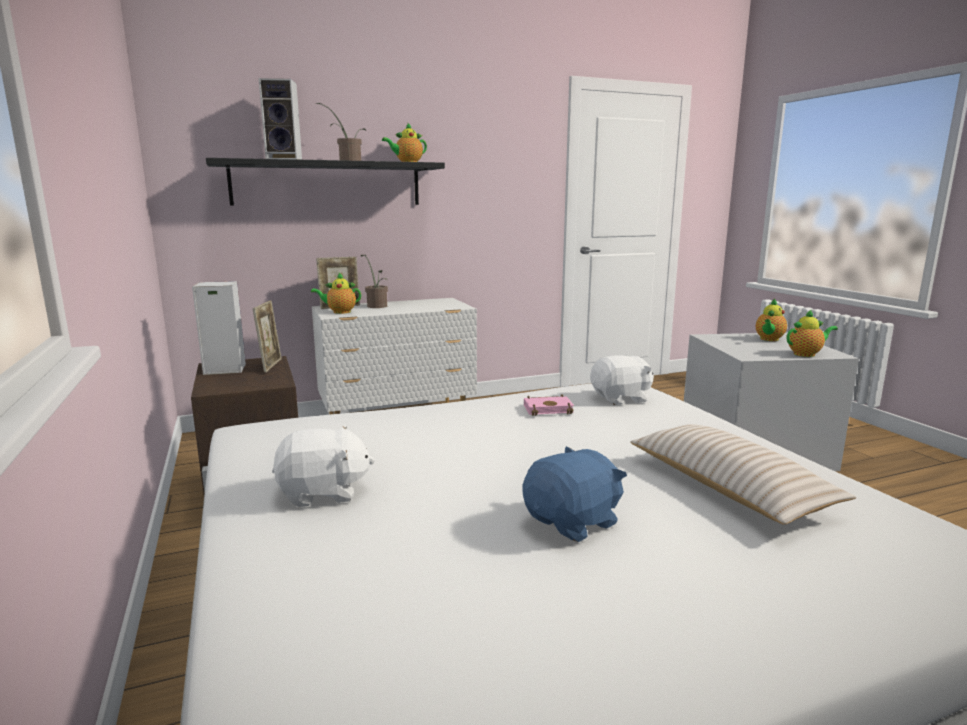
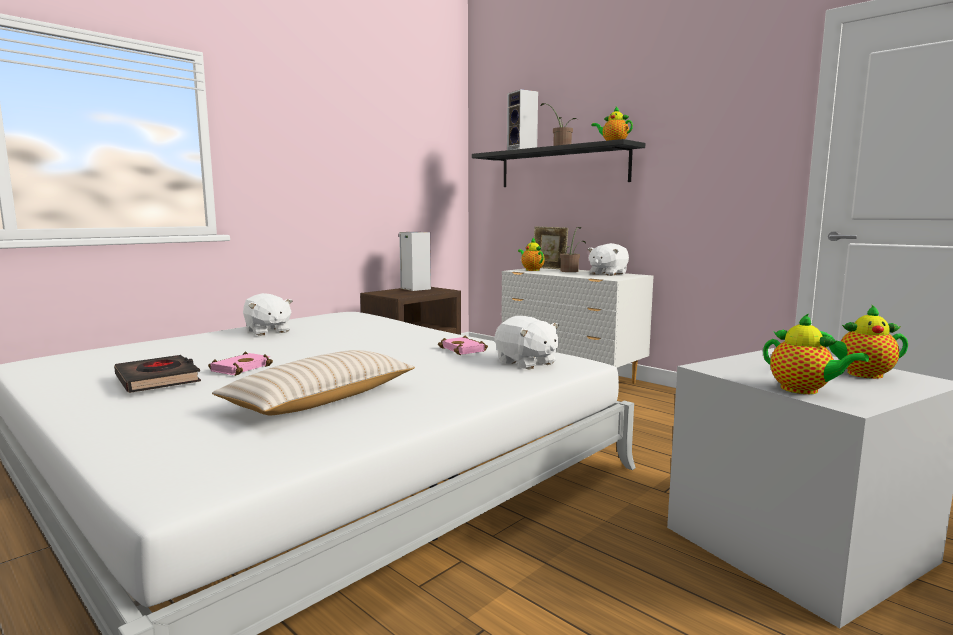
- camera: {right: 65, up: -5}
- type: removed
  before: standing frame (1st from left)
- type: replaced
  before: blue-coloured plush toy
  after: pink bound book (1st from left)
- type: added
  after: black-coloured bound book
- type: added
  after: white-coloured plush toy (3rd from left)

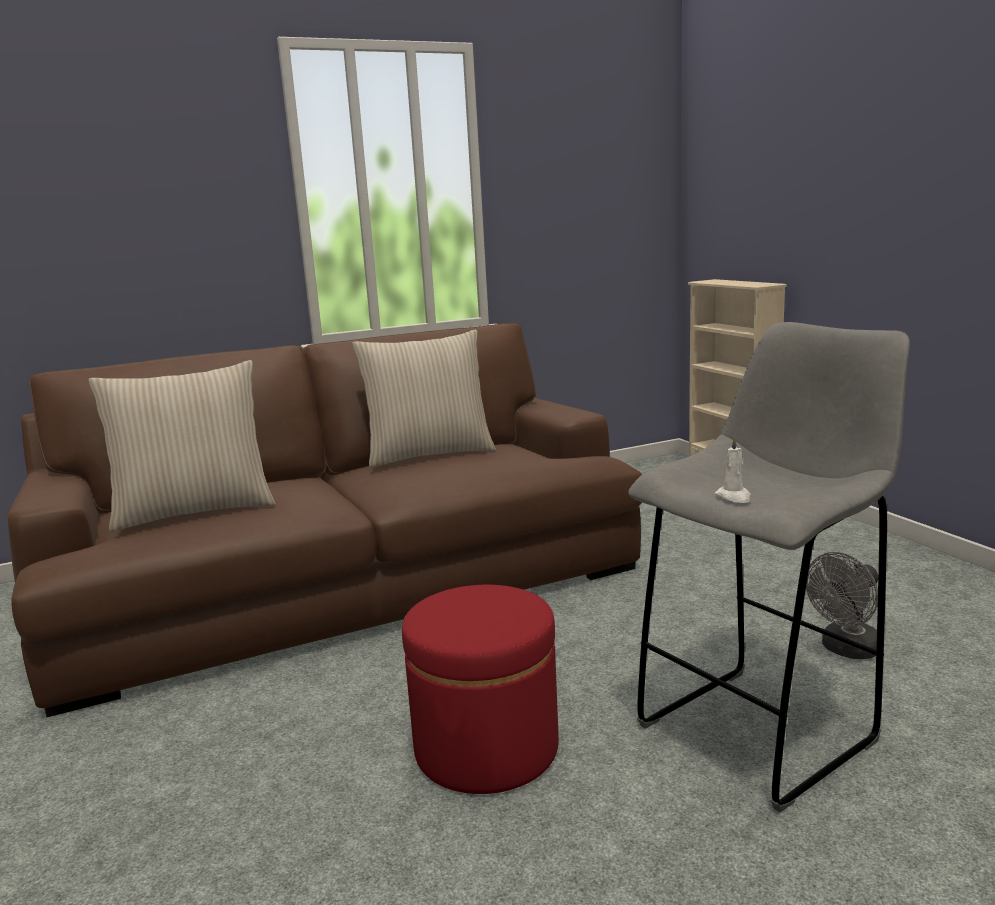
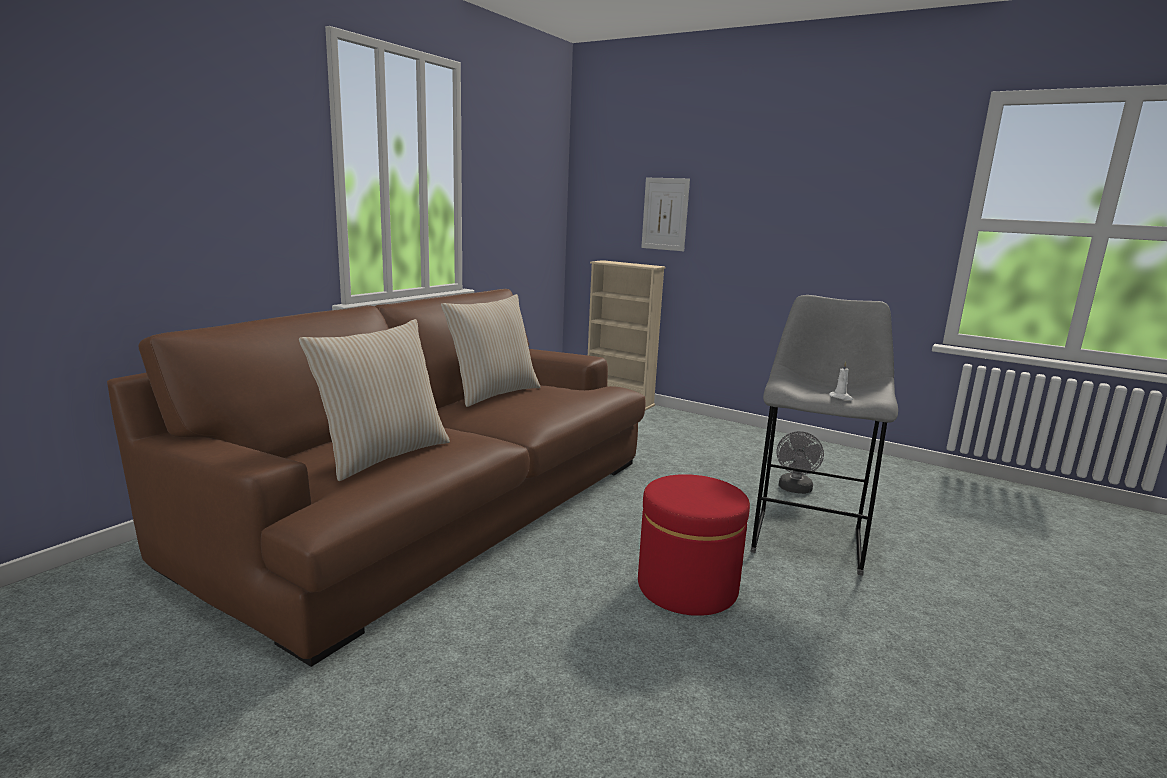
- camera: {right: -35, up: 0}
- type: added
  after: wall art

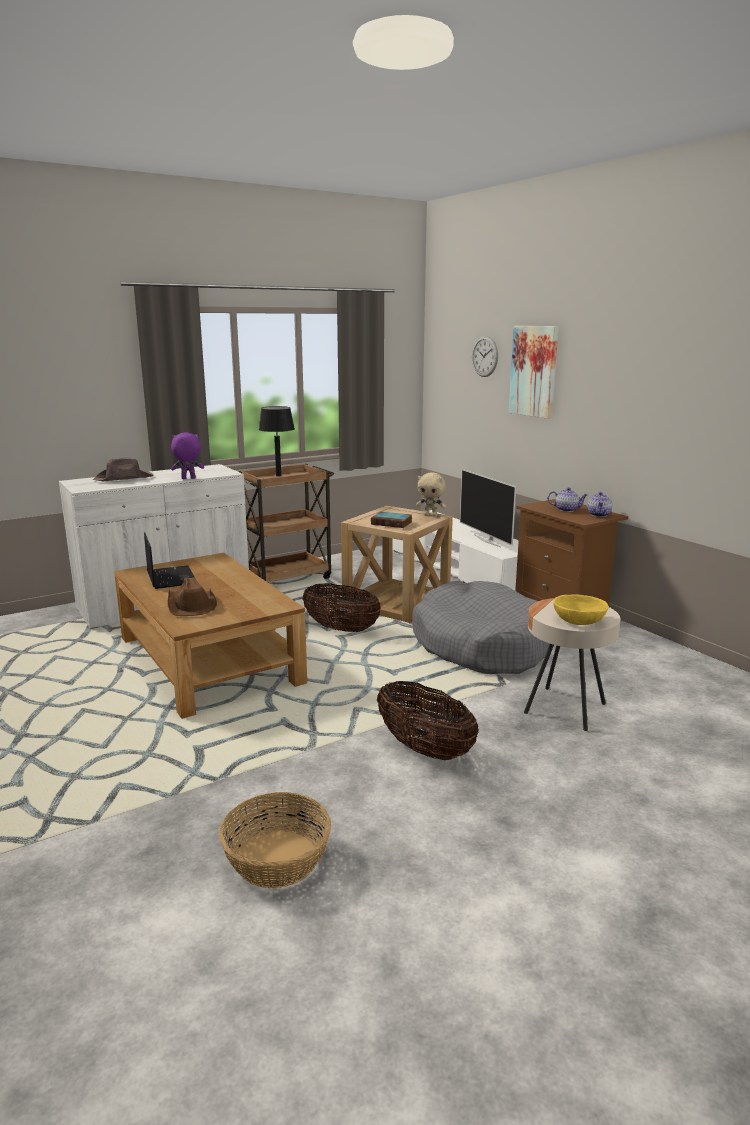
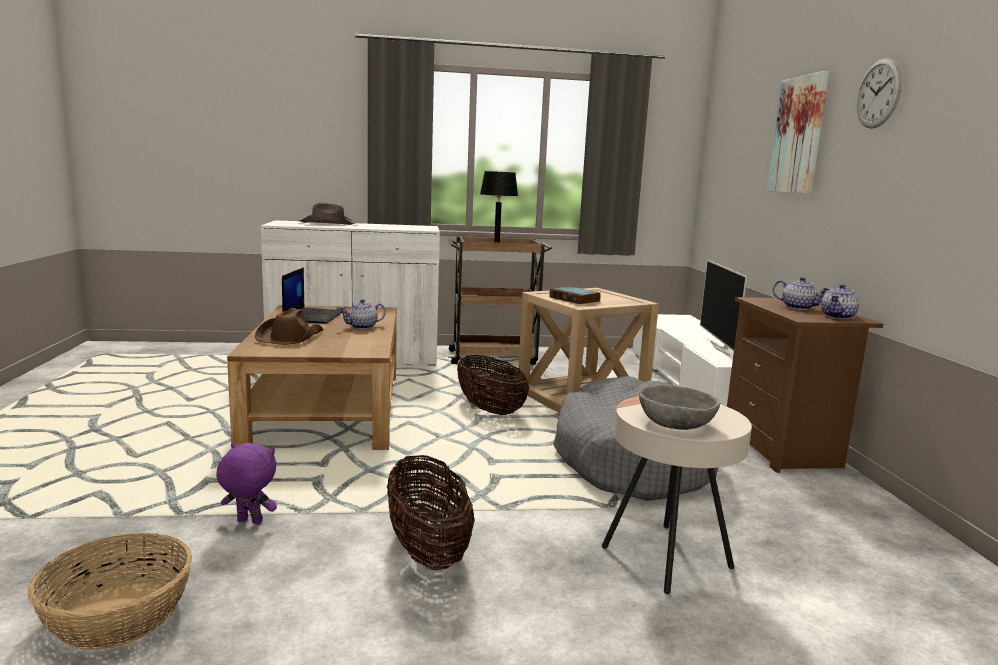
- camera: {right: 25, up: -5}
- type: moved
  before: purplish plush toy
- type: removed
  before: beige-coloured plush toy
- type: moved
  before: hanging clock
- type: recoloured
  before: yellow serving bowl
  after: gray serving bowl
- type: added
  after: tea pot (1st from left)

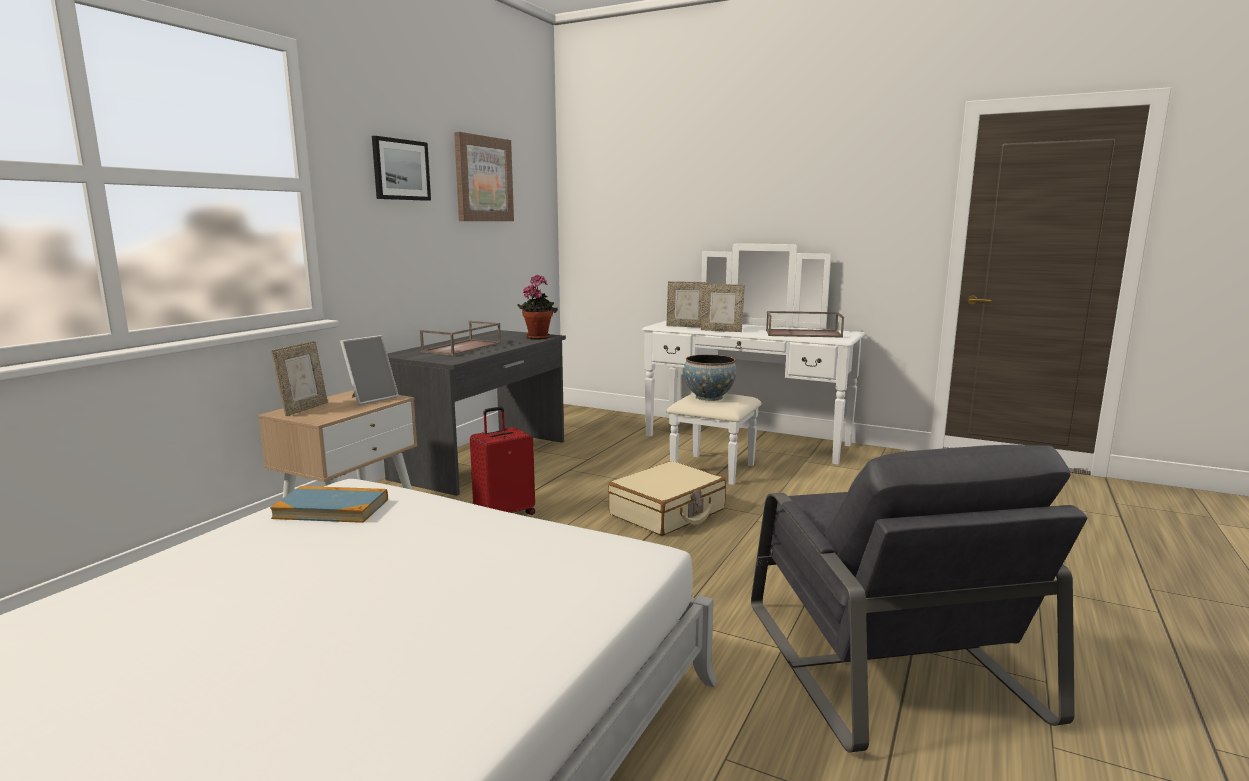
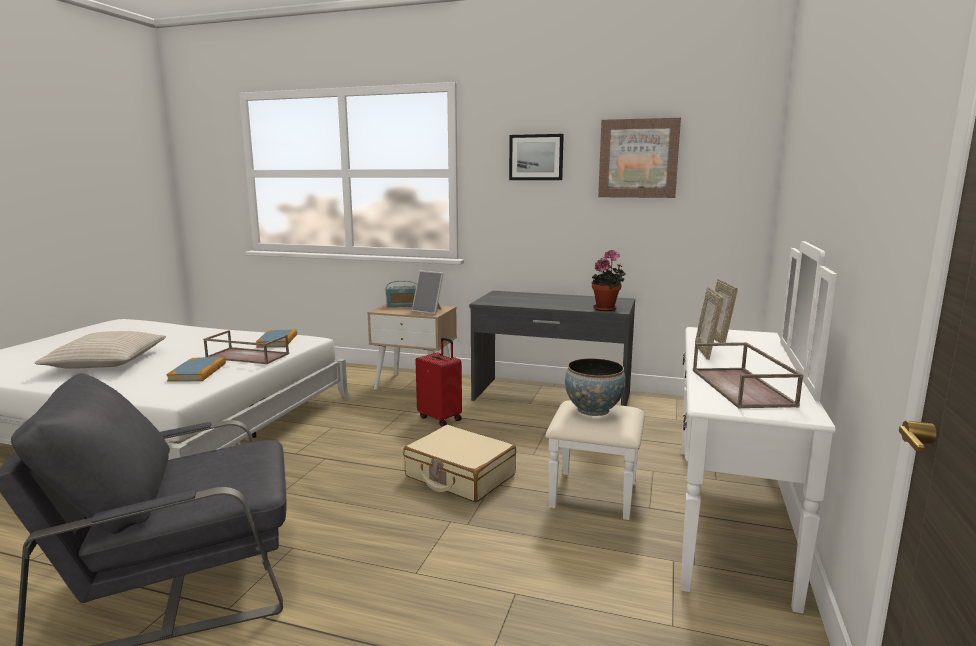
- camera: {right: 80, up: 0}
- type: replaced
  before: standing frame (1st from left)
  after: radio
- type: moved
  before: brown-coloured serving tray (1st from left)
- type: added
  after: beige-coloured throw pillow
- type: added
  after: bound book (1st from left)

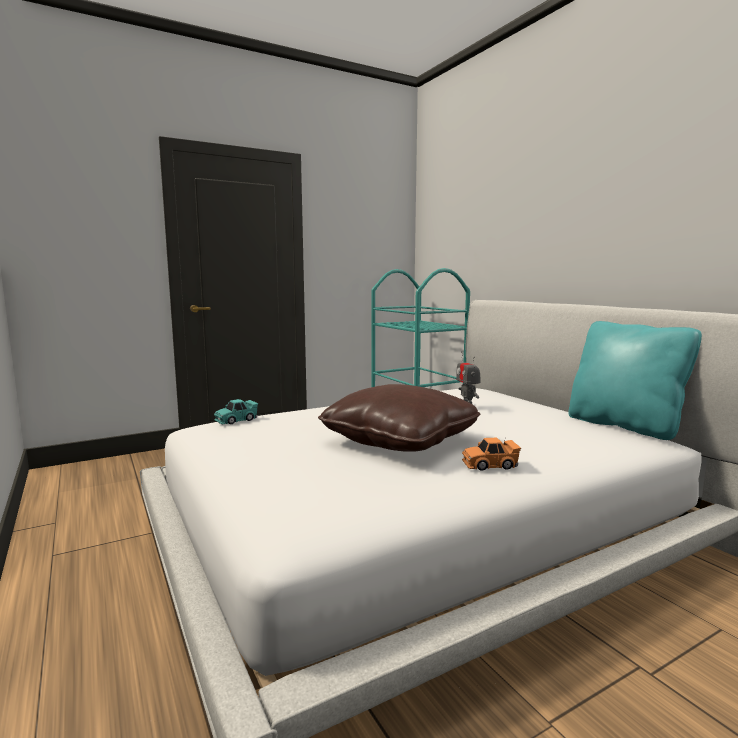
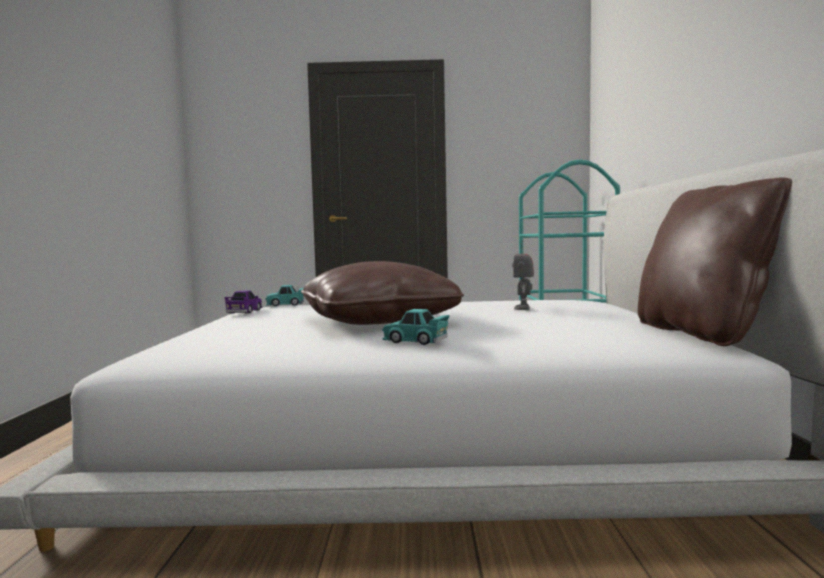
- camera: {right: 30, up: -5}
- type: recoloured
  before: orange-coloured model car
  after: turquoise-coloured model car (2nd from left)
- type: recoloured
  before: turquoise-coloured throw pillow
  after: brown-coloured throw pillow (2nd from left)
- type: added
  after: purplish model car

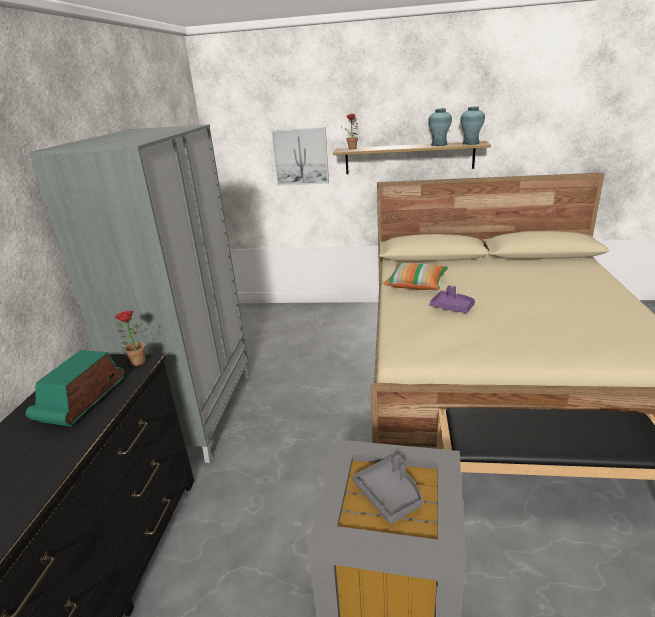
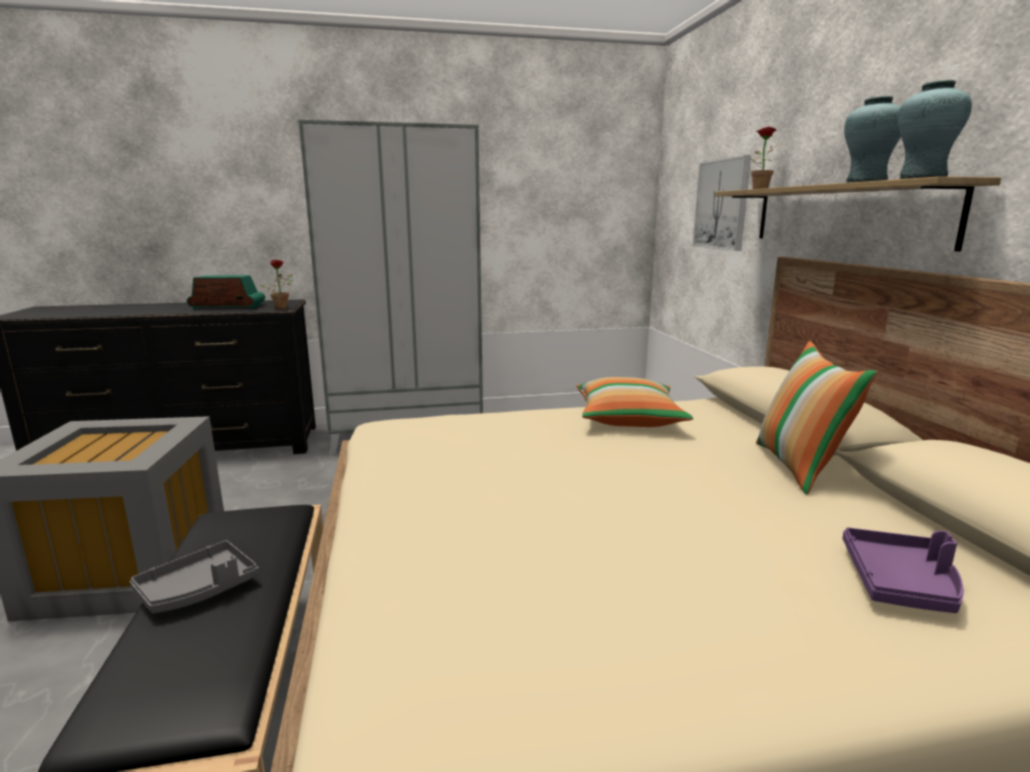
- camera: {right: 70, up: -10}
- type: moved
  before: gray serving tray
- type: moved
  before: purplish serving tray
- type: added
  after: throw pillow (2nd from left)

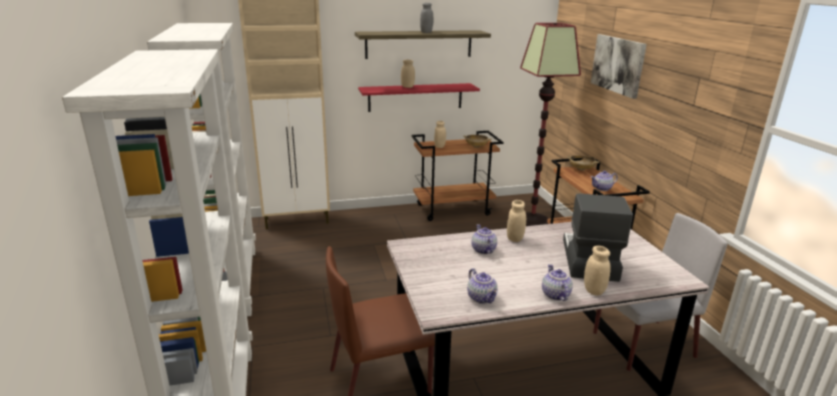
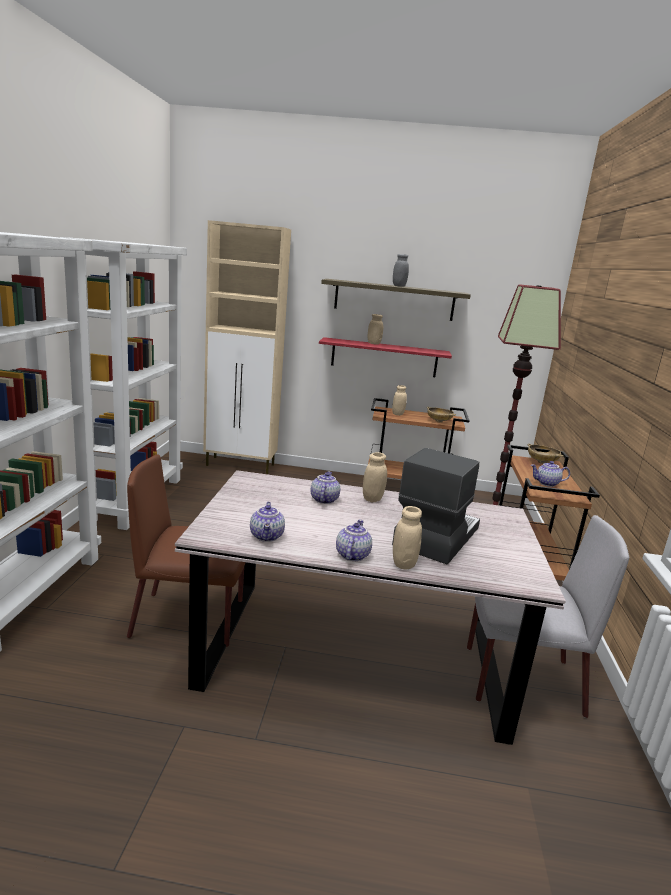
- camera: {right: 20, up: -5}
- type: removed
  before: wall art

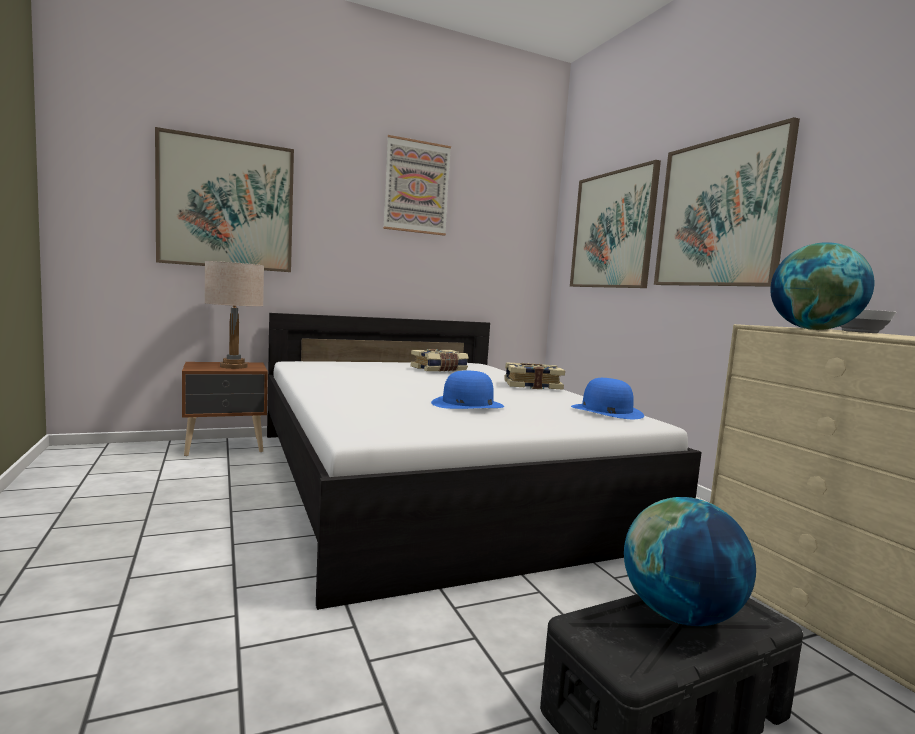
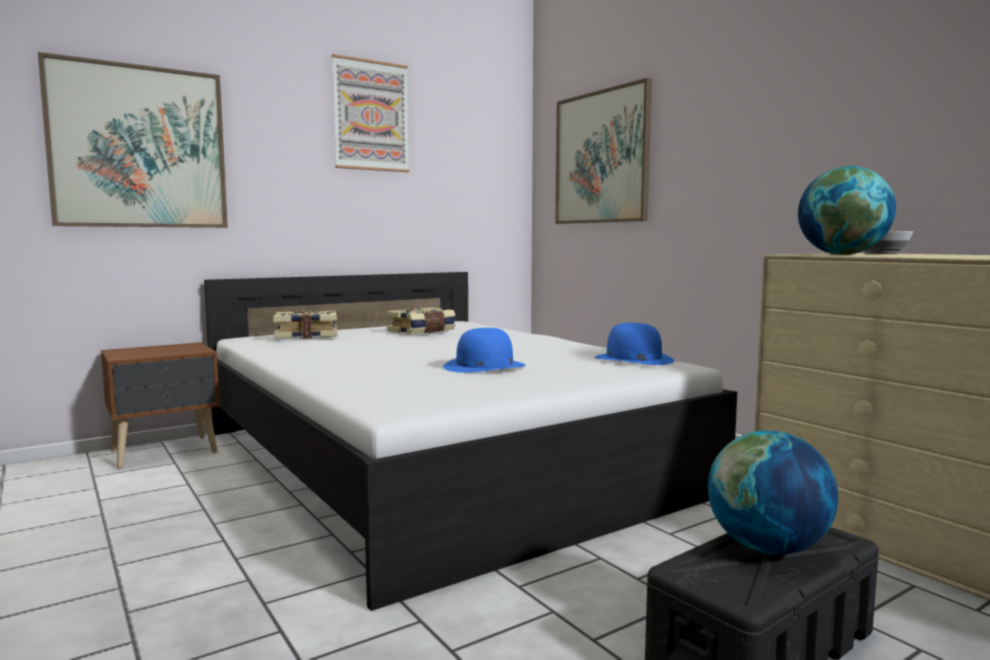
- camera: {right: -10, up: 0}
- type: removed
  before: beige-coloured table lamp
- type: moved
  before: bound book (2nd from left in the first image)
  after: bound book (1st from left)
- type: removed
  before: wall art (4th from left)

